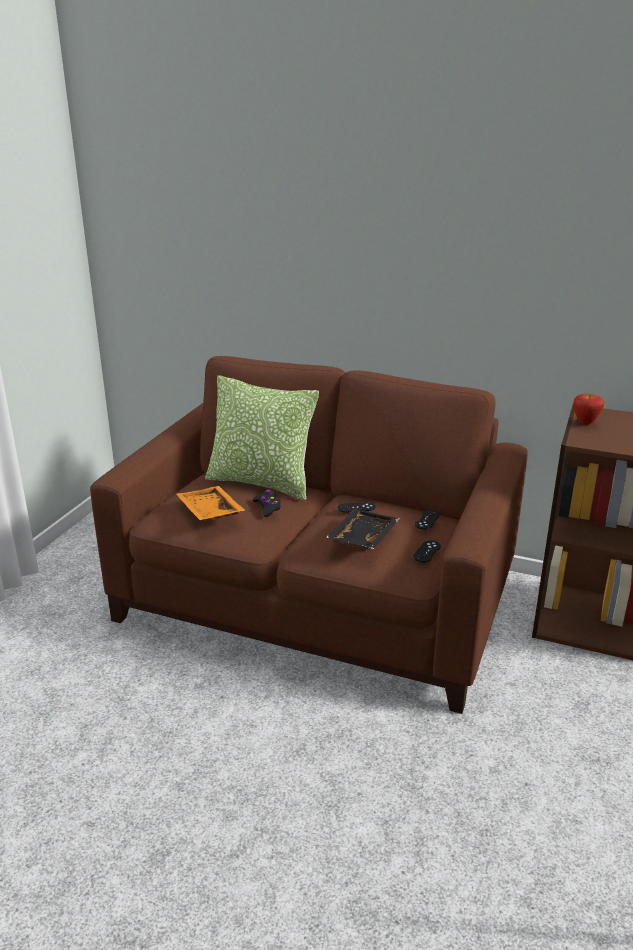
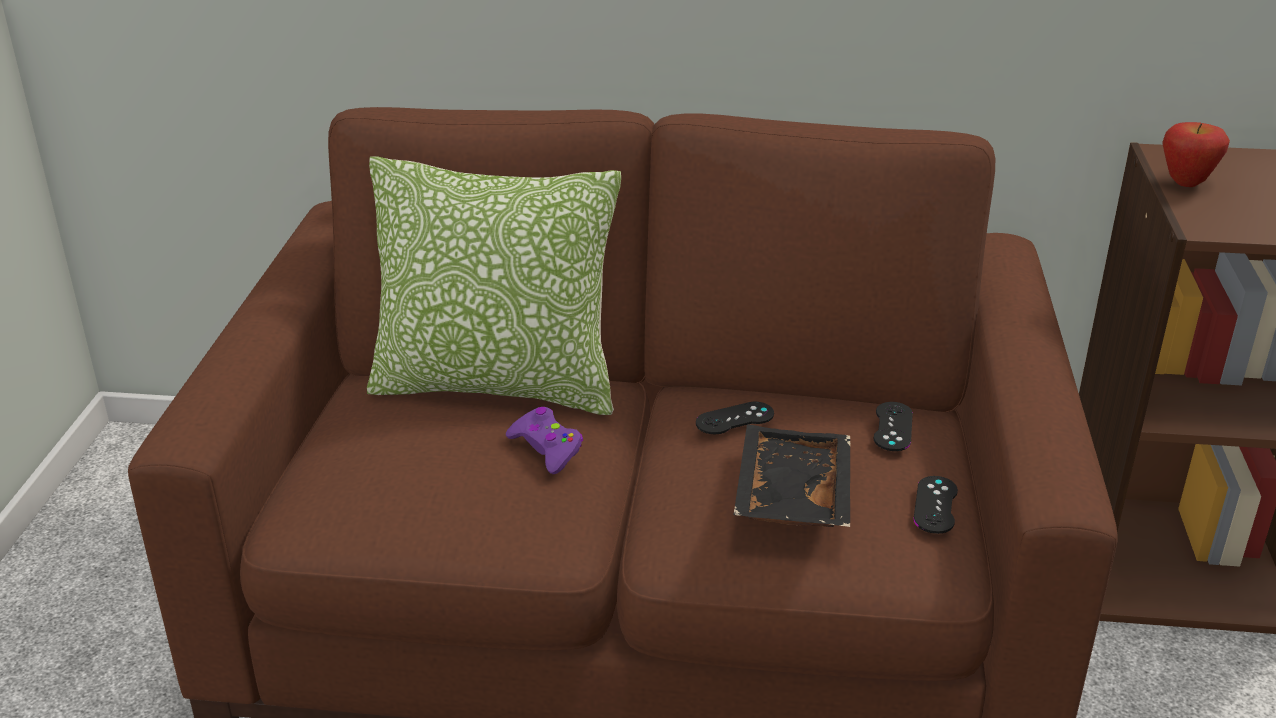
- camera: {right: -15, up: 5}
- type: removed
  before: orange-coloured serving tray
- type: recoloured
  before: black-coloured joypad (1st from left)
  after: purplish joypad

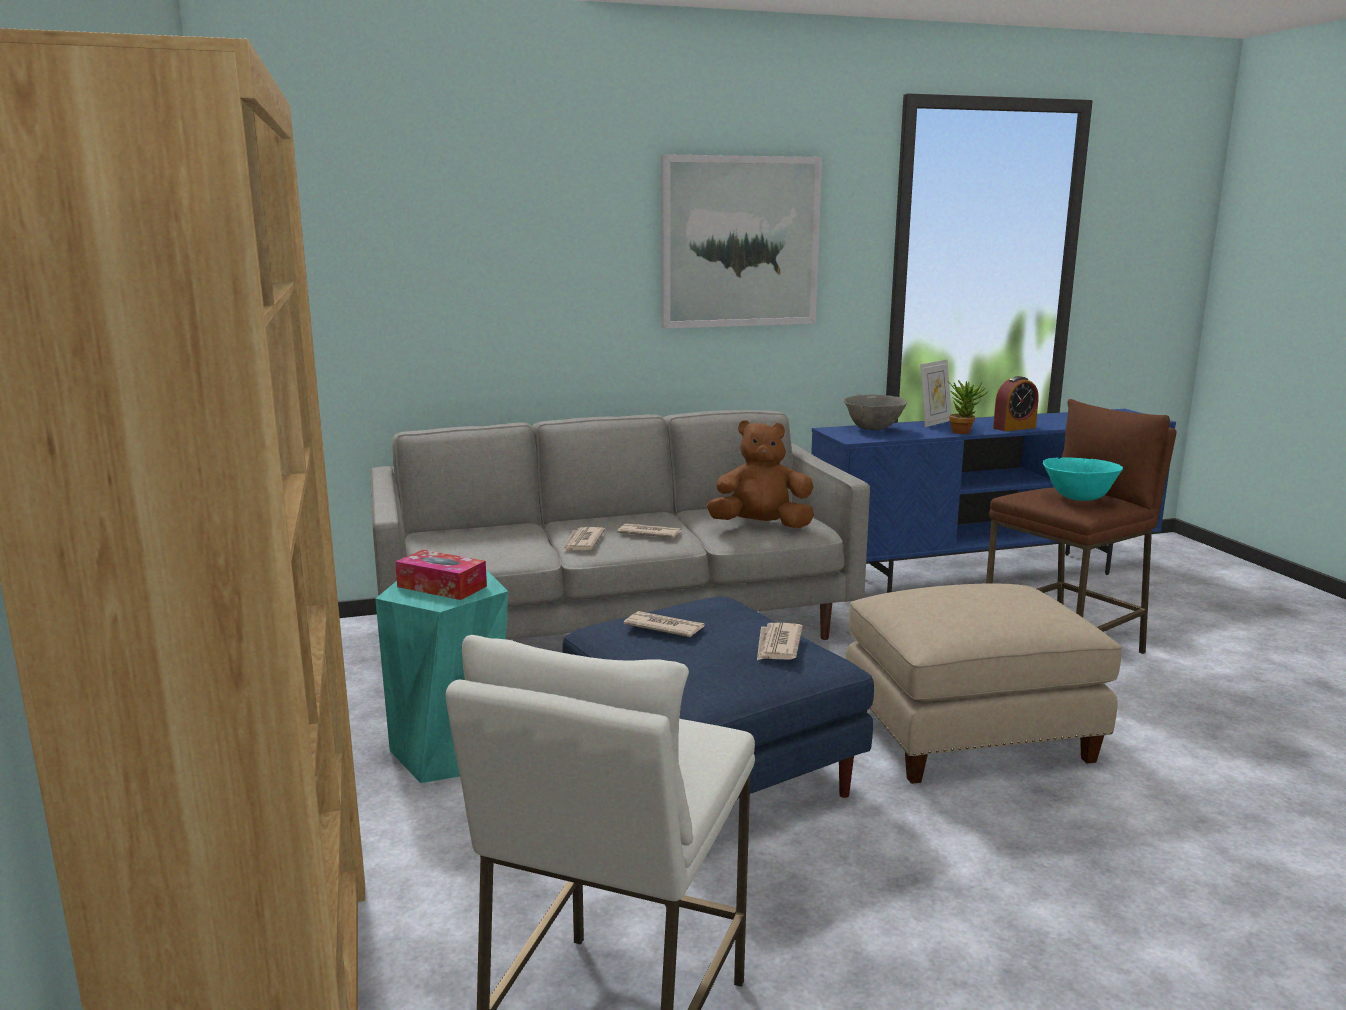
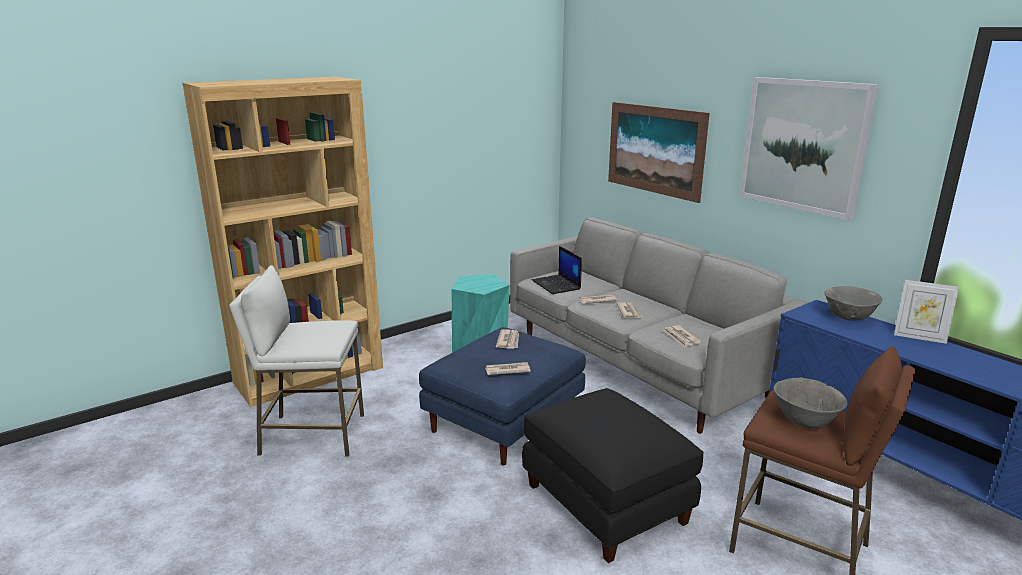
- camera: {right: 70, up: 5}
- type: removed
  before: box of tissues
- type: replaced
  before: brown-coloured plush toy
  after: newspaper (5th from left)
- type: recoloured
  before: beige-coloured footrest
  after: black-coloured footrest
- type: removed
  before: potted plant
- type: removed
  before: bedside clock
- type: recoloured
  before: turquoise-coloured serving bowl
  after: gray serving bowl (1st from left)
- type: added
  after: portable computer
- type: added
  after: wall art (1st from left)

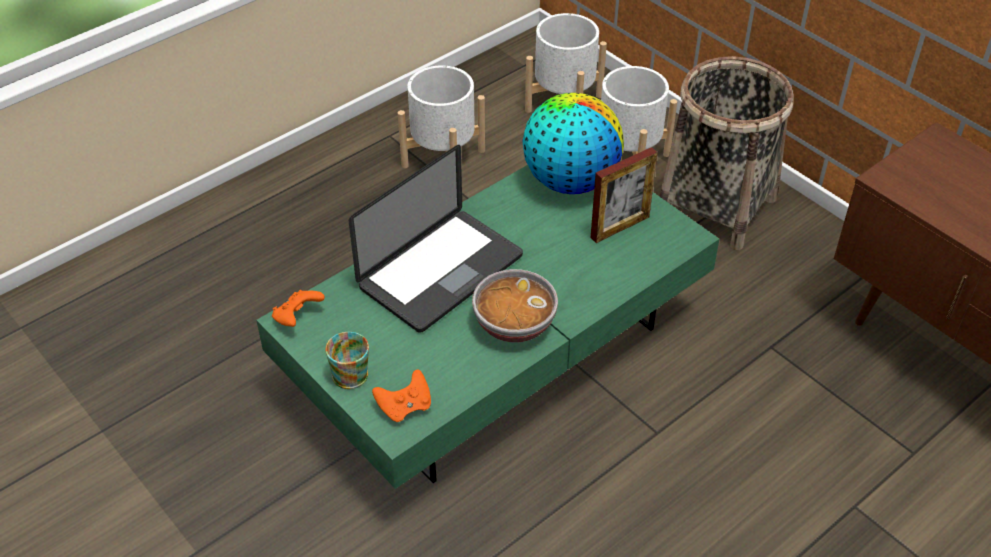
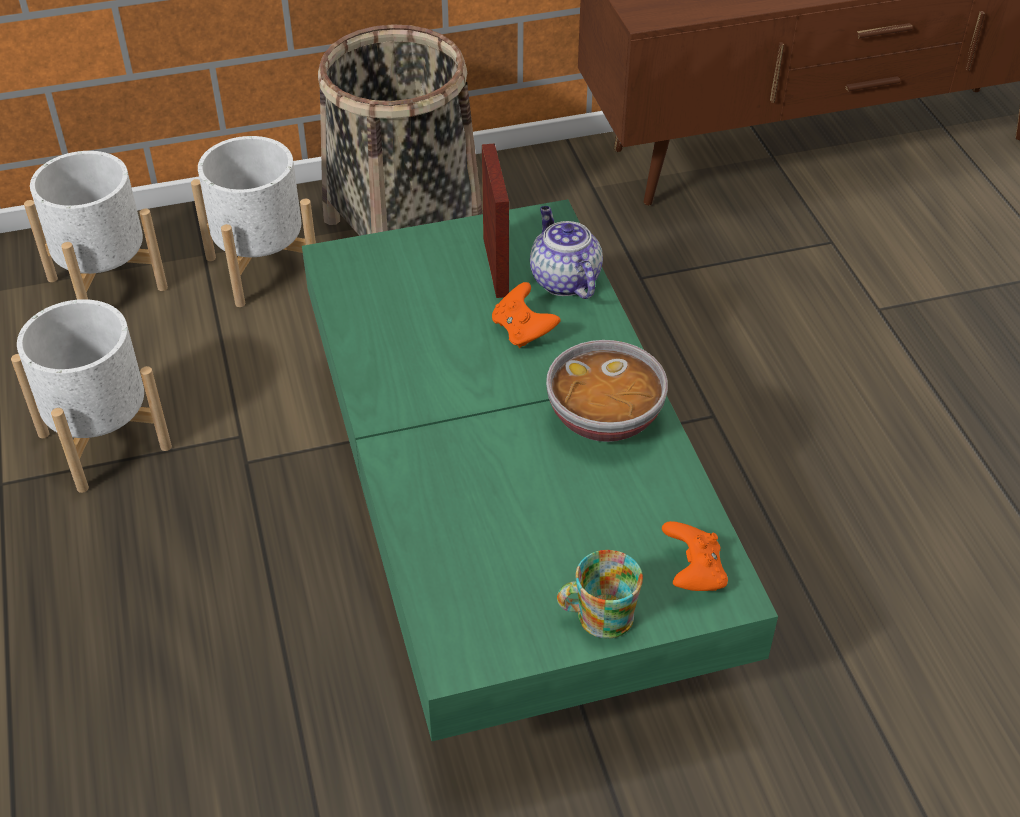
- camera: {right: -65, up: 0}
- type: moved
  before: orange-coloured joypad (1st from left)
- type: removed
  before: portable computer
- type: removed
  before: world globe
- type: added
  after: tea pot

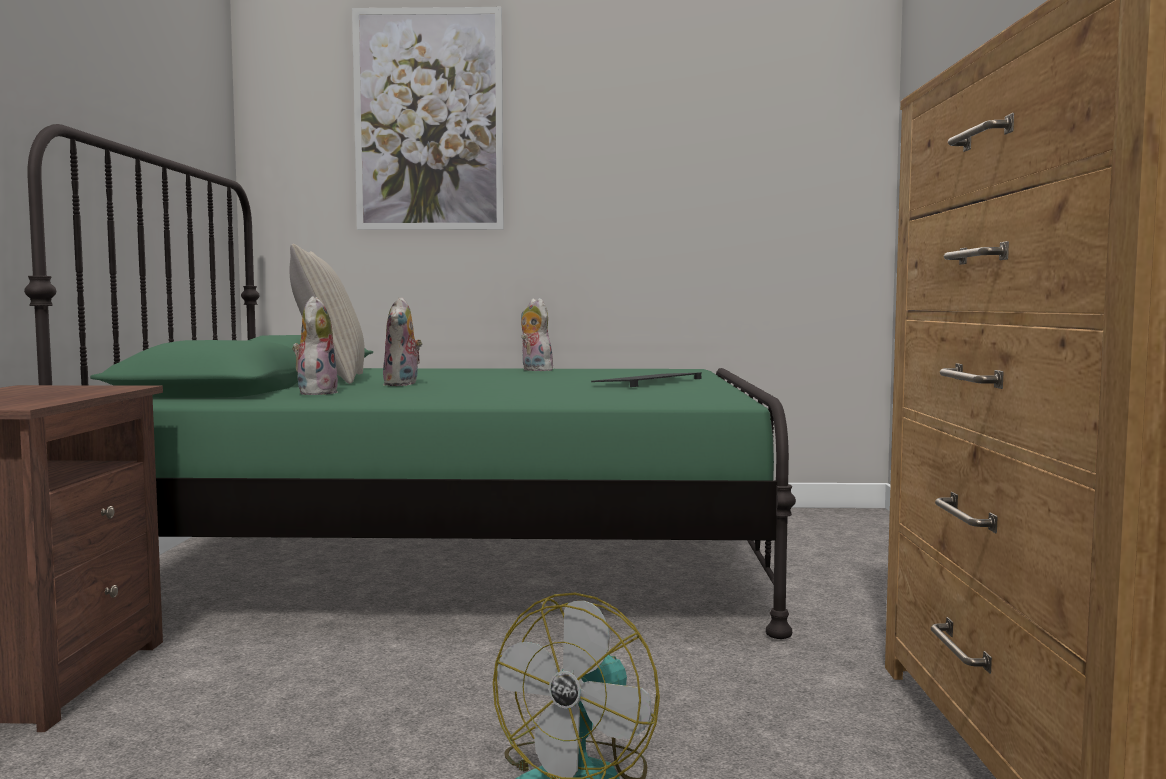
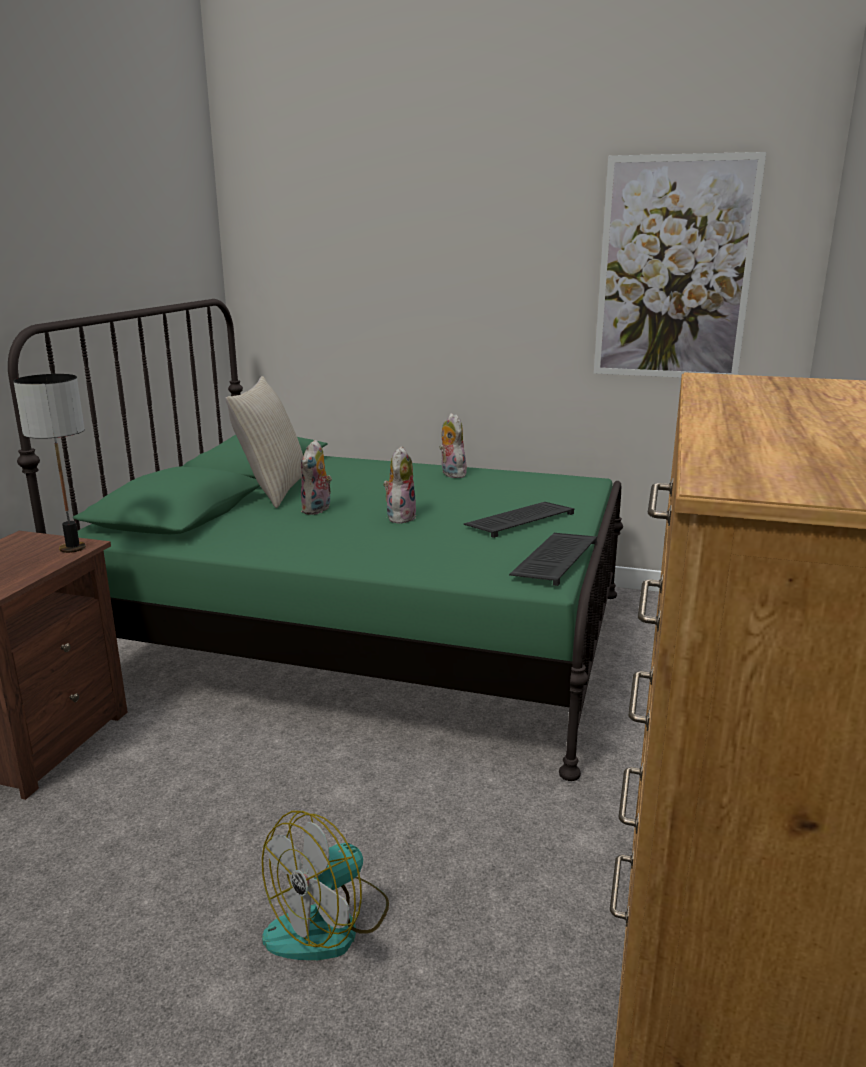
- camera: {right: 15, up: 15}
- type: moved
  before: plush toy (1st from left in the first image)
  after: plush toy (2nd from left)
- type: moved
  before: wall art
- type: added
  after: table lamp
- type: added
  after: PC keyboard (2nd from left)

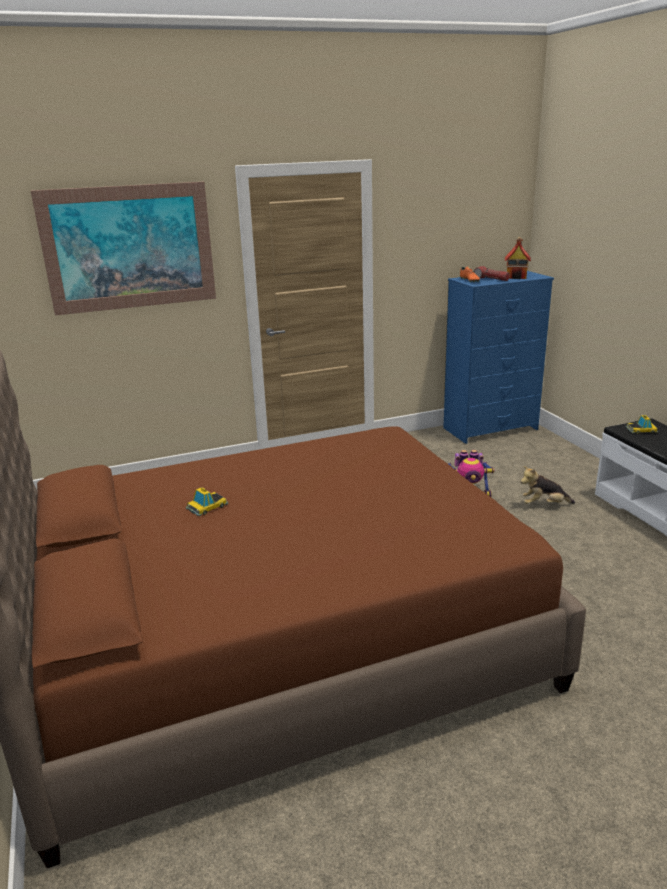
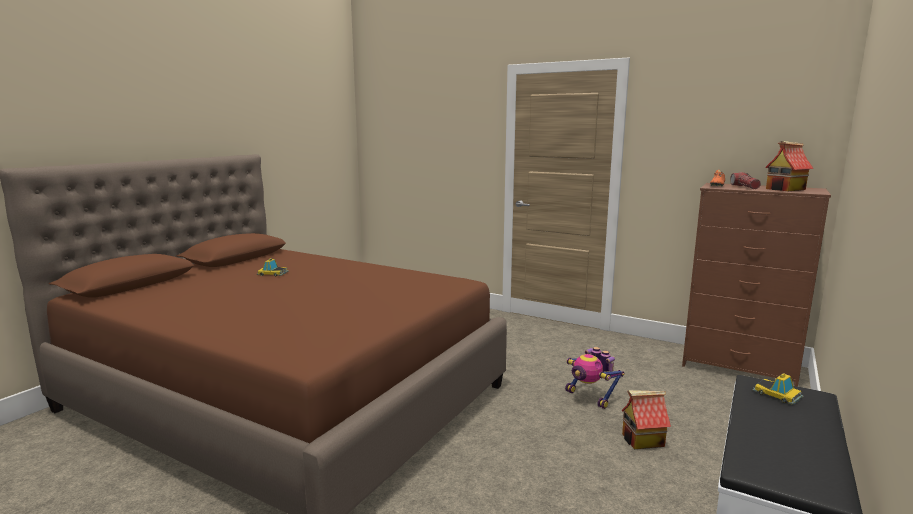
- camera: {right: 50, up: -10}
- type: removed
  before: wall art
- type: recoloured
  before: blue-coloured drawer chest
  after: brown-coloured drawer chest
- type: replaced
  before: plush toy
  after: toy house (1st from left)

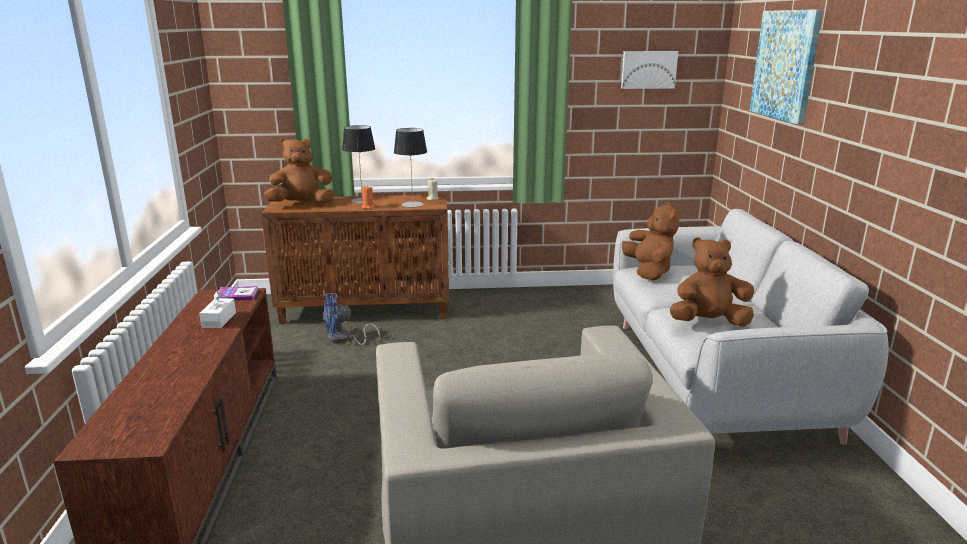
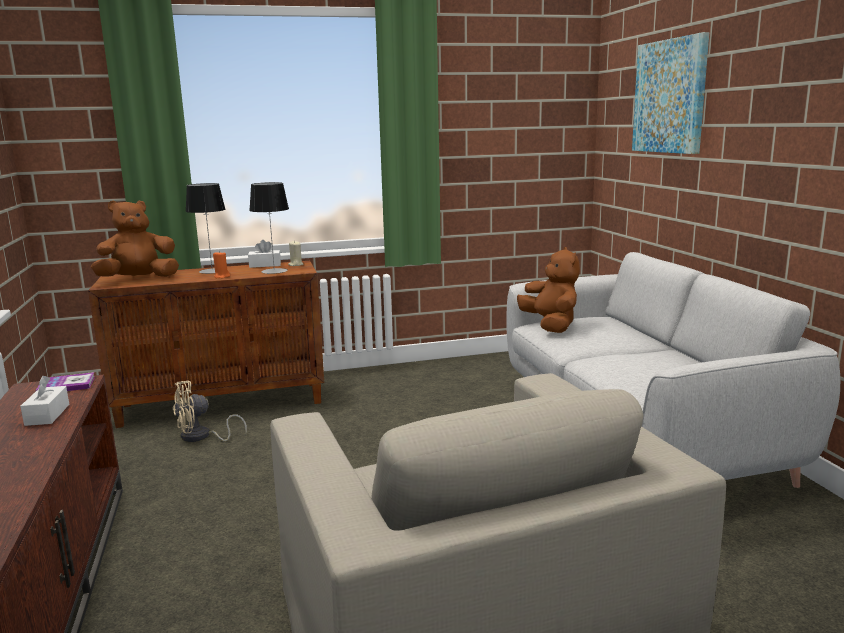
- camera: {right: -10, up: -5}
- type: recoloured
  before: blue-coloured cooling fan
  after: beige-coloured cooling fan
- type: removed
  before: wall art (1st from left)
- type: removed
  before: brown-coloured plush toy (3rd from left)
- type: added
  after: white-coloured box of tissues (2nd from left)

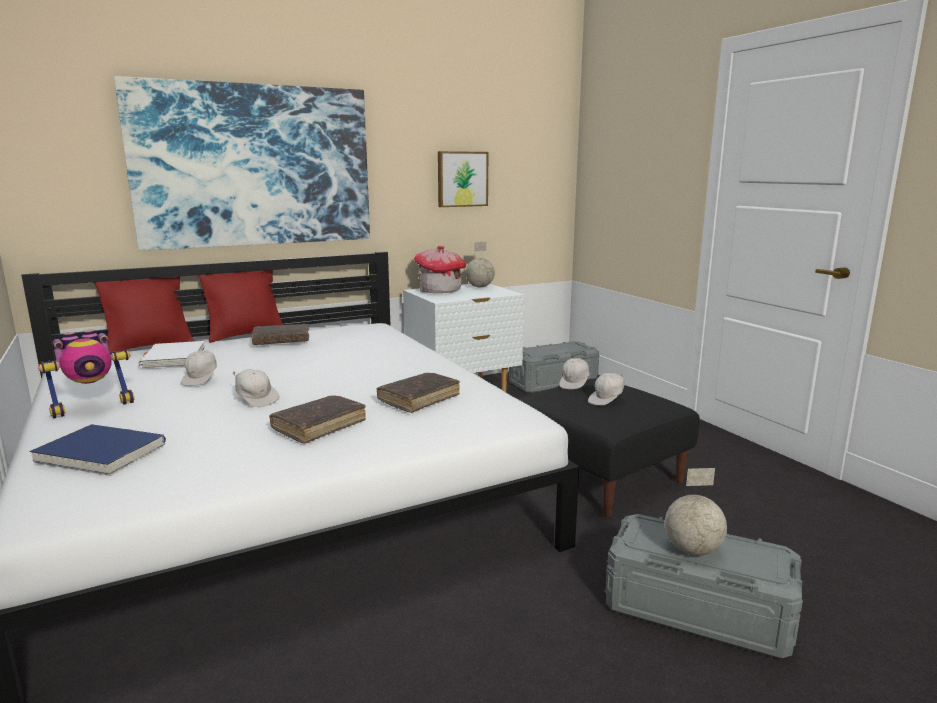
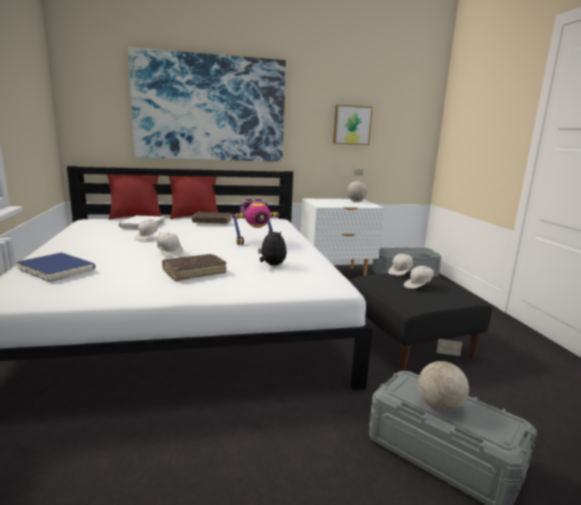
- camera: {right: 15, up: 0}
- type: moved
  before: model robot
- type: replaced
  before: brown-coloured bound book (3rd from left)
  after: plush toy
- type: removed
  before: toy house

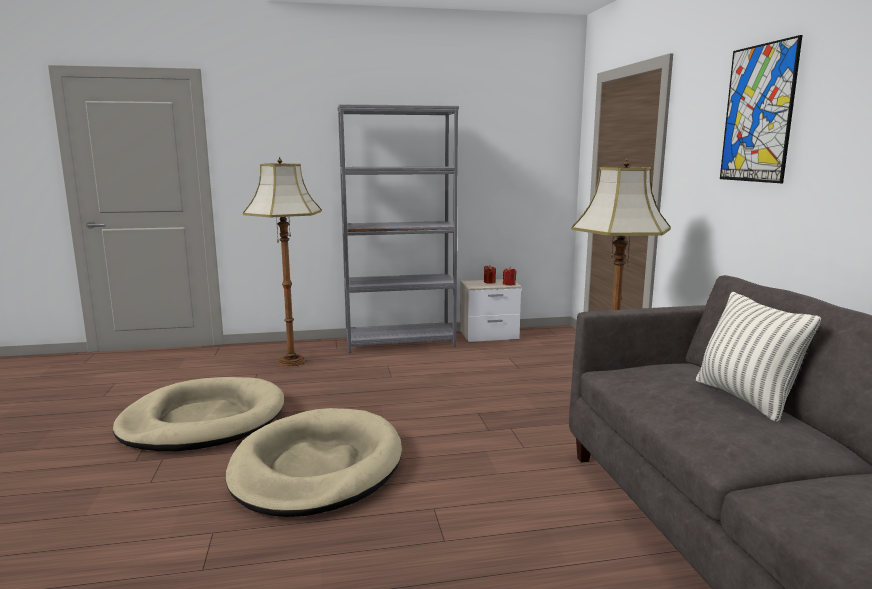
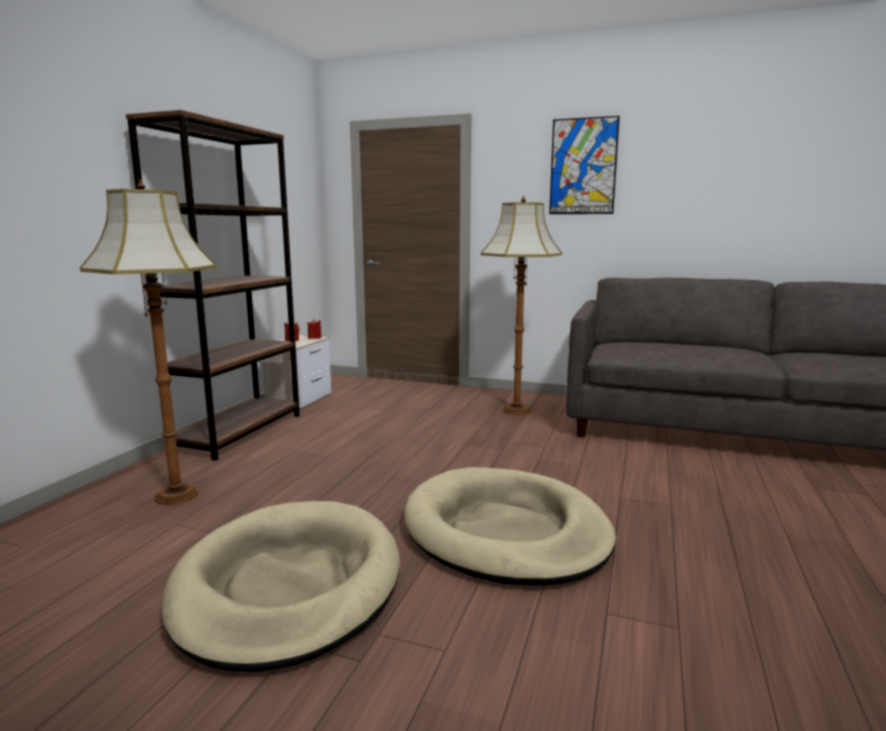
- camera: {right: -60, up: 0}
- type: recoloured
  before: gray bookcase
  after: brown-coloured bookcase
- type: removed
  before: throw pillow

